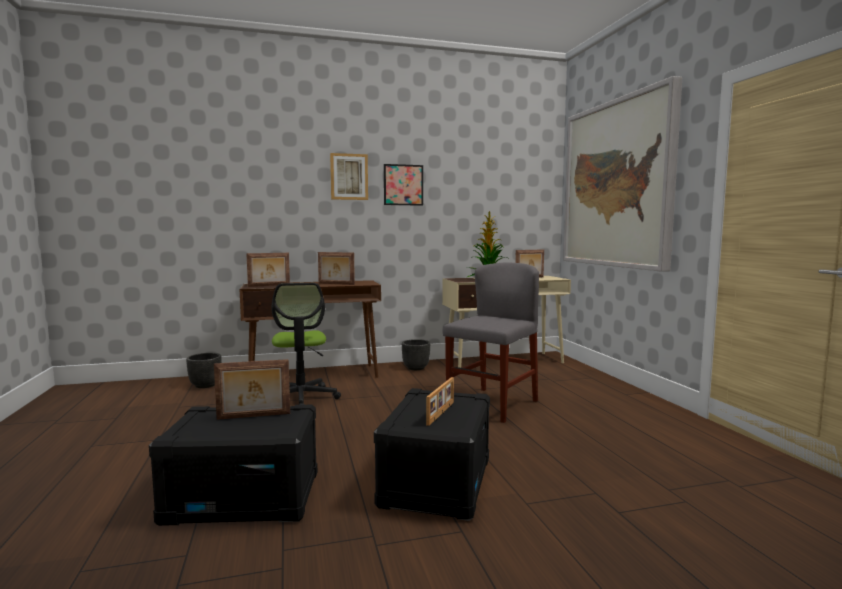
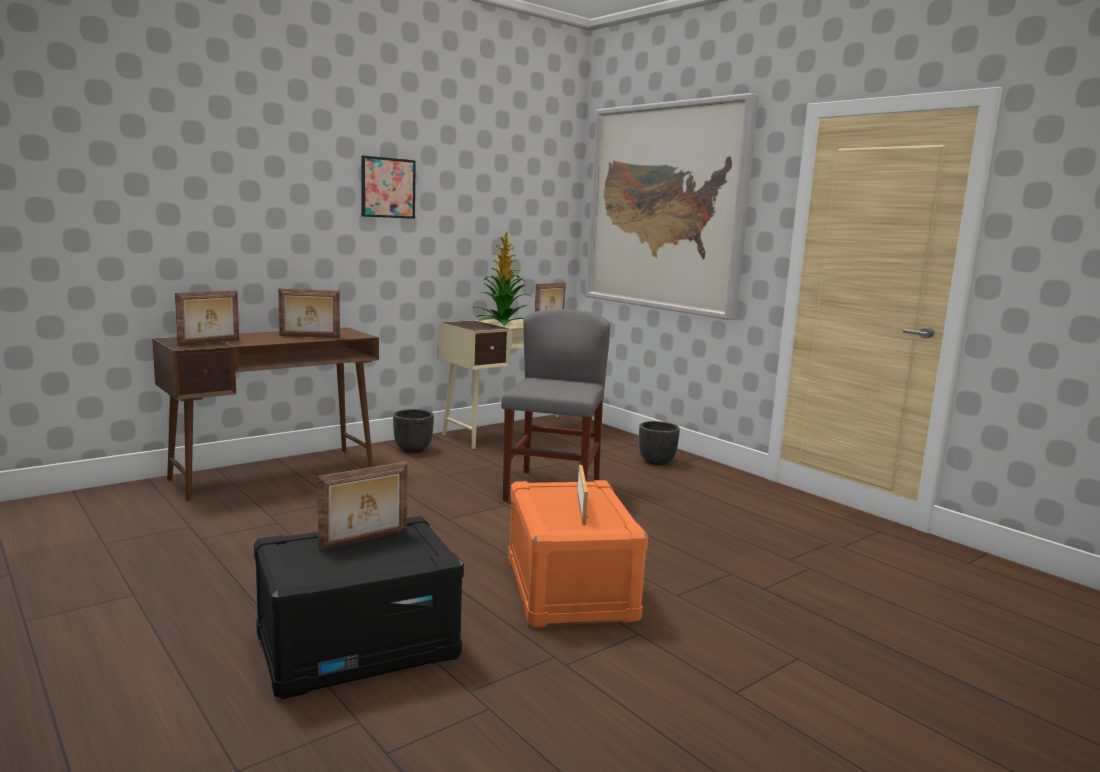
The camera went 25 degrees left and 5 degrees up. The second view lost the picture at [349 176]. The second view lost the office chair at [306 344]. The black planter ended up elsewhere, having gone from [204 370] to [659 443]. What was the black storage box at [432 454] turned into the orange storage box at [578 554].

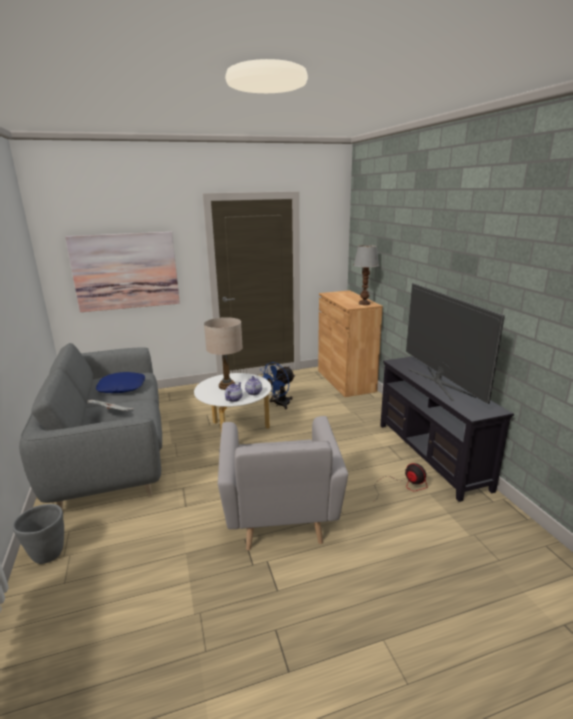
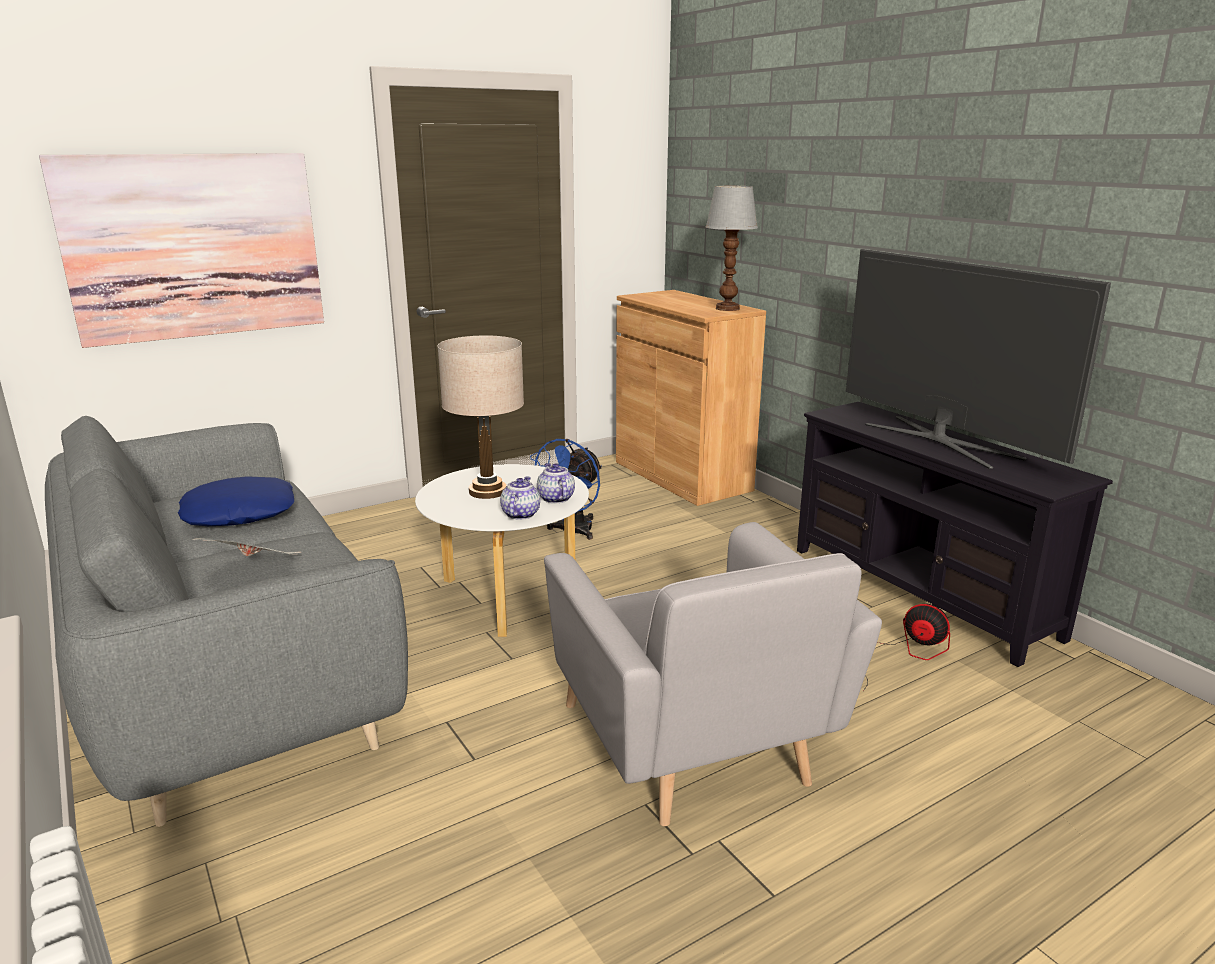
The camera went 15 degrees left and 0 degrees up. The second view lost the grey planter at [38 534].

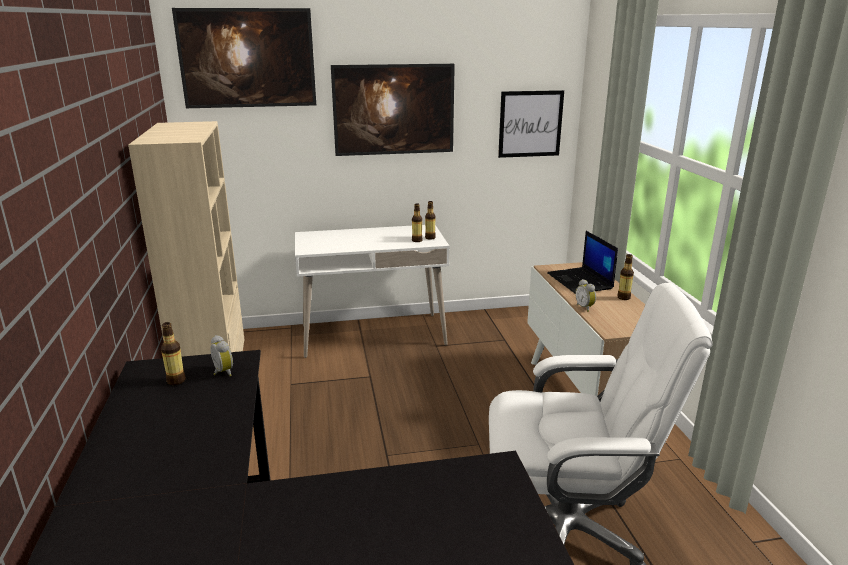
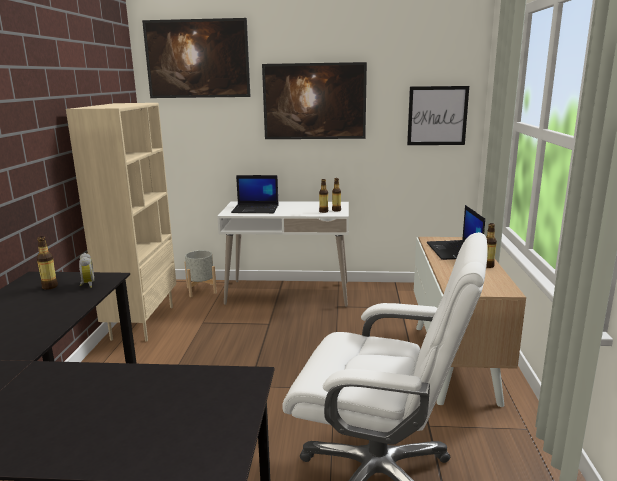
The camera went 15 degrees right and 5 degrees down. The second view lost the alarm clock at [585 295]. The second view gained the laptop at [254 194]. The second view gained the grey planter at [201 273].

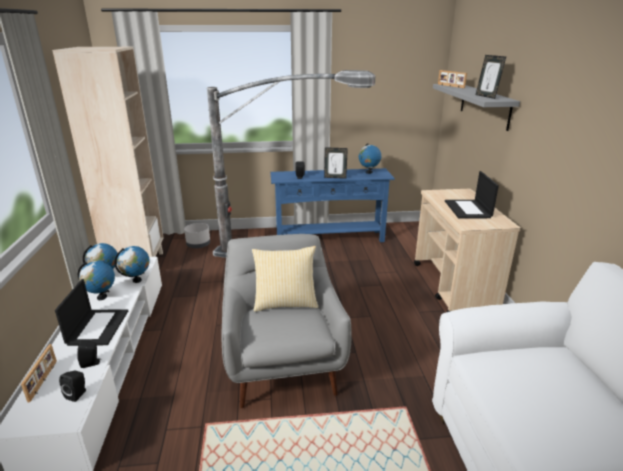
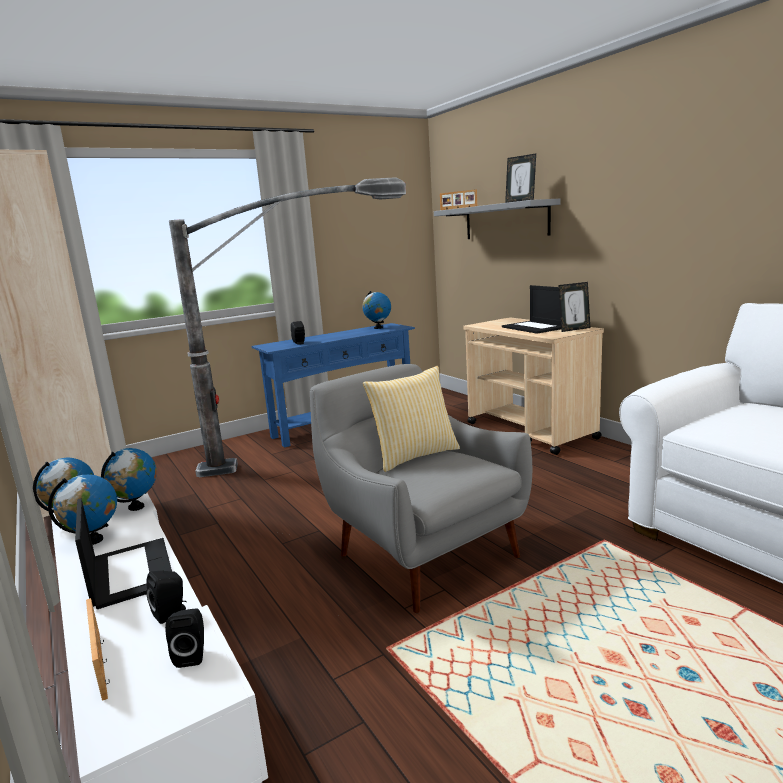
The camera went 25 degrees left and 10 degrees down. The picture frame ended up elsewhere, having gone from [336 163] to [574 307]. The second view lost the grey planter at [197 235].

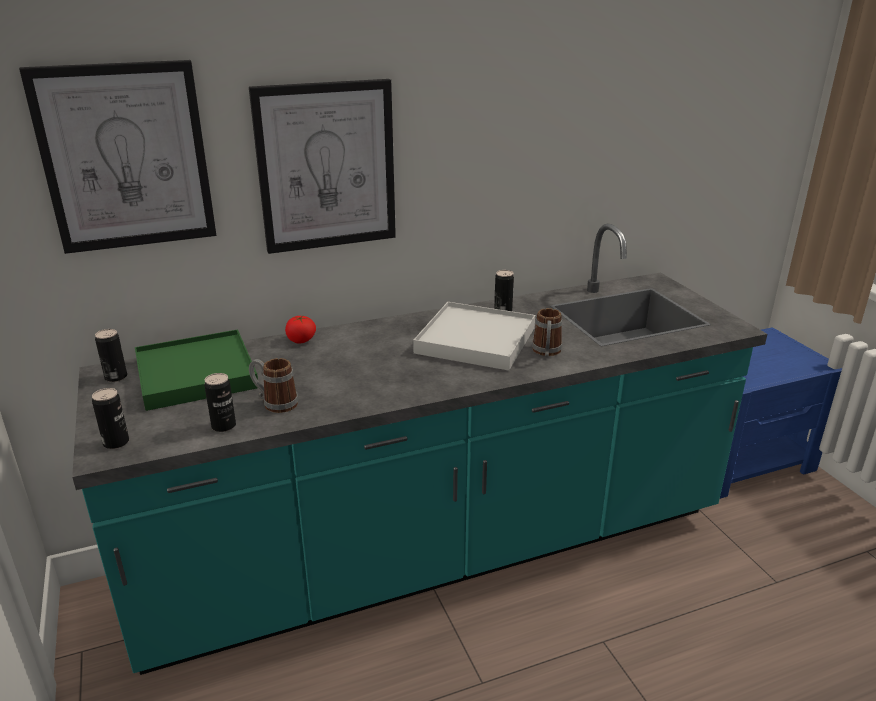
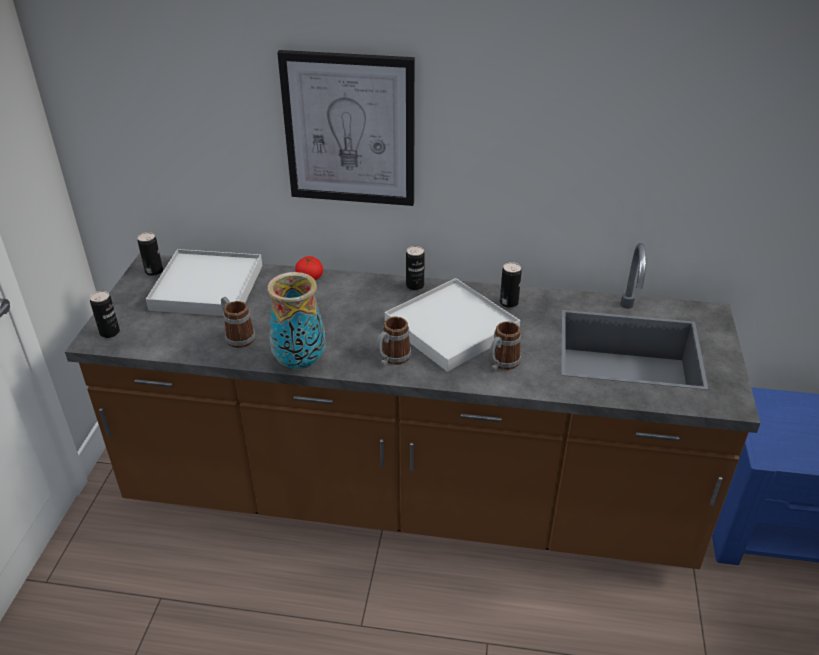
The camera went 30 degrees right and 10 degrees up. The second view lost the picture at [117 157]. What was the turquoise counter at [419 449] turned into the brown counter at [412 406]. What was the green tray at [196 370] turned into the white tray at [204 282]. The can ended up elsewhere, having gone from [220 402] to [415 268]. The second view gained the vase at [296 321]. The second view gained the mug at [394 341].

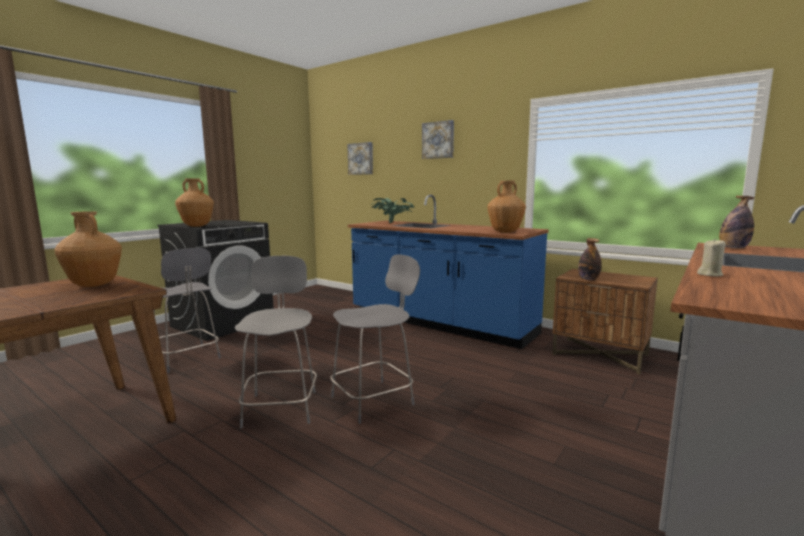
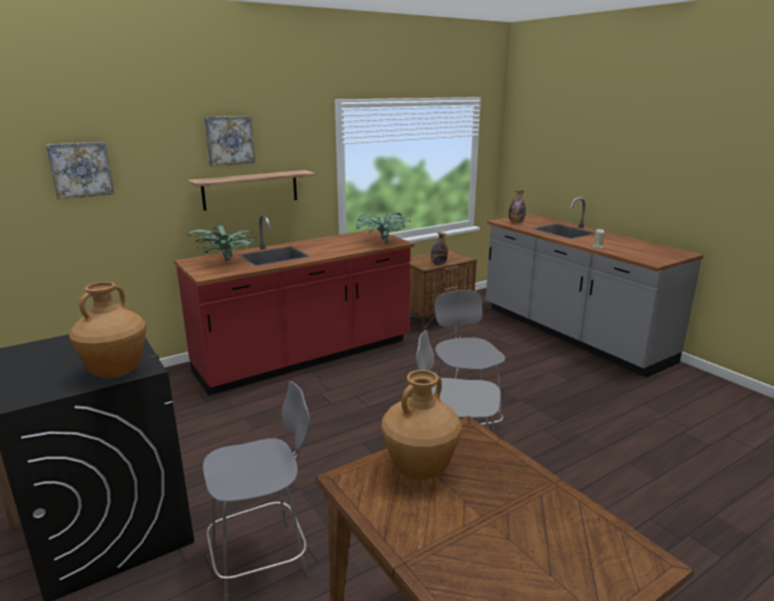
The camera went 70 degrees left and 10 degrees up. Where the brown vase stood at [506 207], the potted plant came to stand at [383 227]. What was the blue counter at [448 272] turned into the red counter at [294 305]. The second view gained the shelf at [252 190].

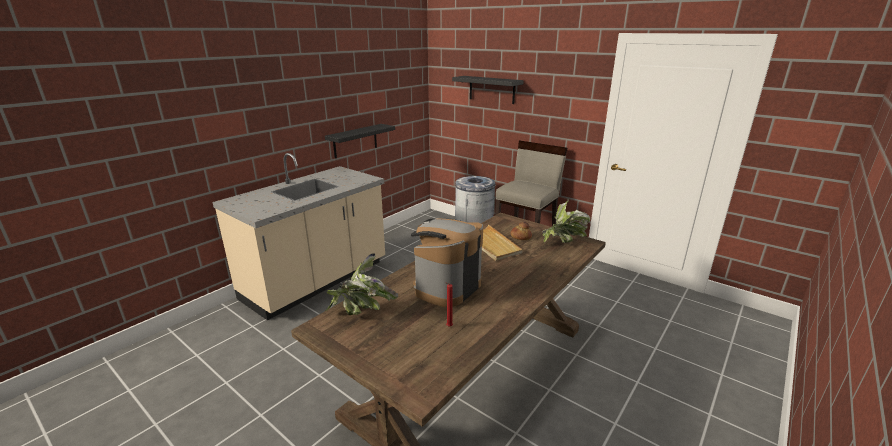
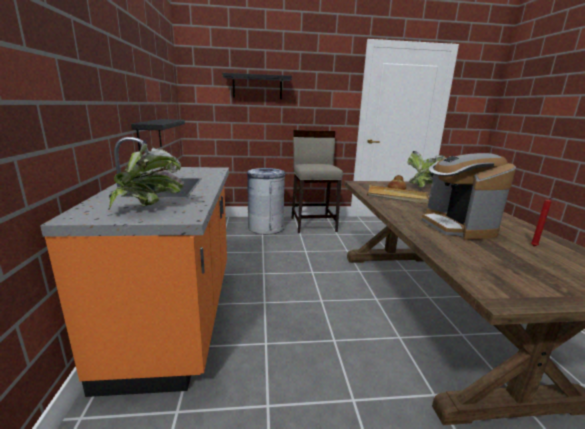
The camera went 45 degrees left and 5 degrees down. What was the beige counter at [299 236] turned into the orange counter at [134 267]. The potted plant ended up elsewhere, having gone from [361 284] to [146 175].

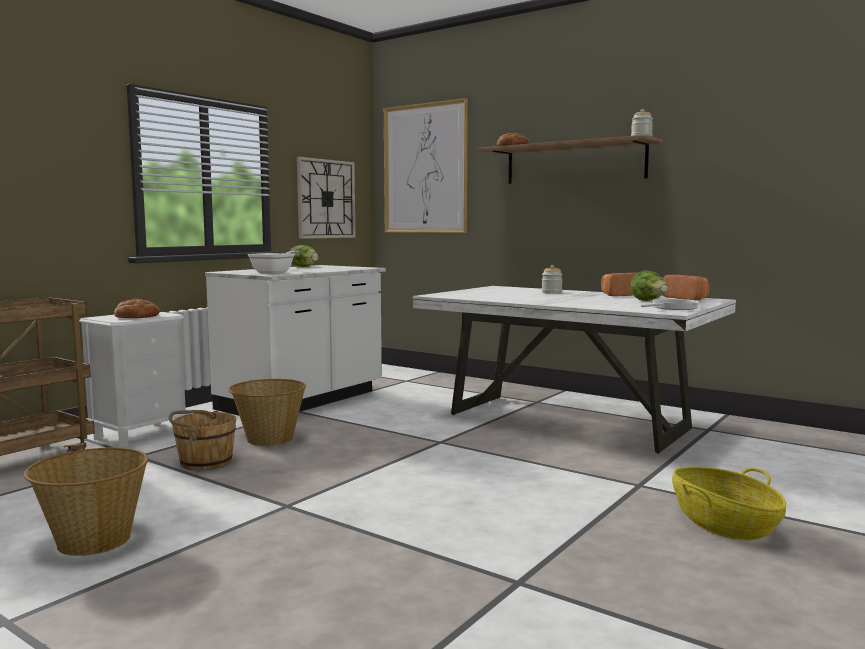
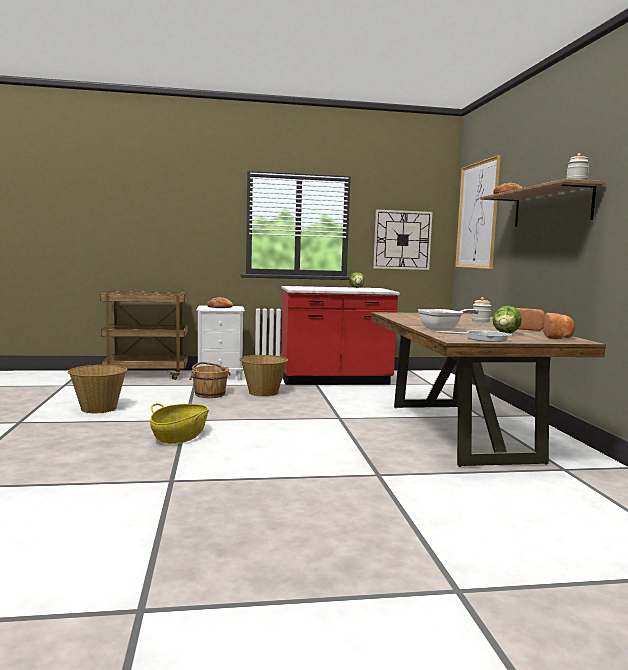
The camera went 45 degrees right and 0 degrees up. The frying pan ended up elsewhere, having gone from [274 262] to [448 320]. What was the white counter at [295 340] turned into the red counter at [340 335]. What was the white dining table at [574 370] turned into the brown dining table at [488 389]. The basket ended up elsewhere, having gone from [729 504] to [179 423].

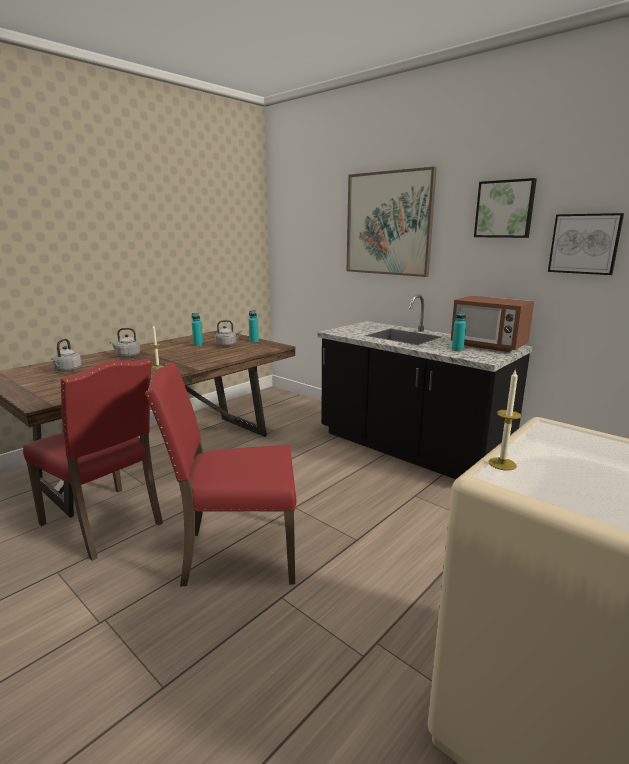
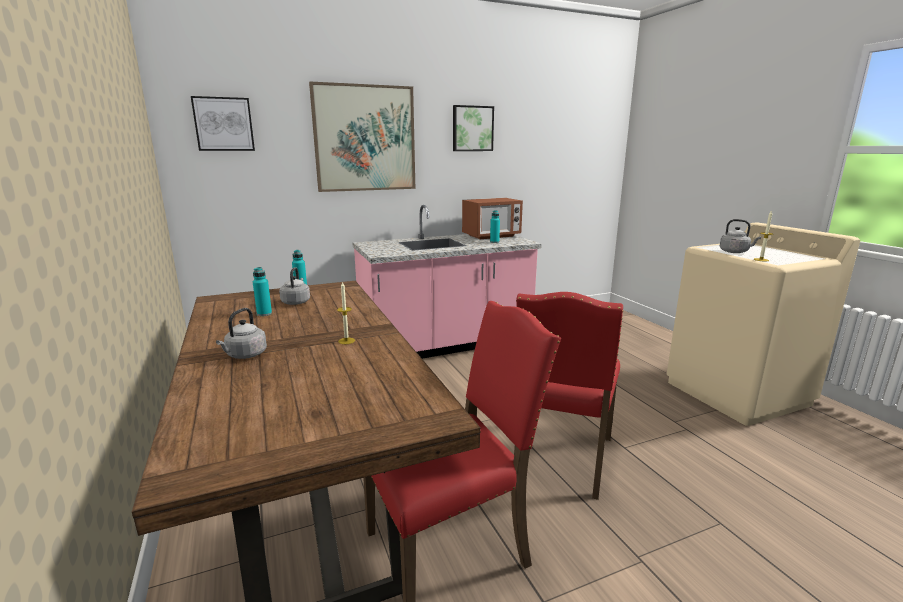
The camera went 65 degrees left and 0 degrees up. The picture ended up elsewhere, having gone from [586 244] to [223 123]. What was the black counter at [425 386] turned into the pink counter at [447 282]. The grey kettle ended up elsewhere, having gone from [66 355] to [740 236].

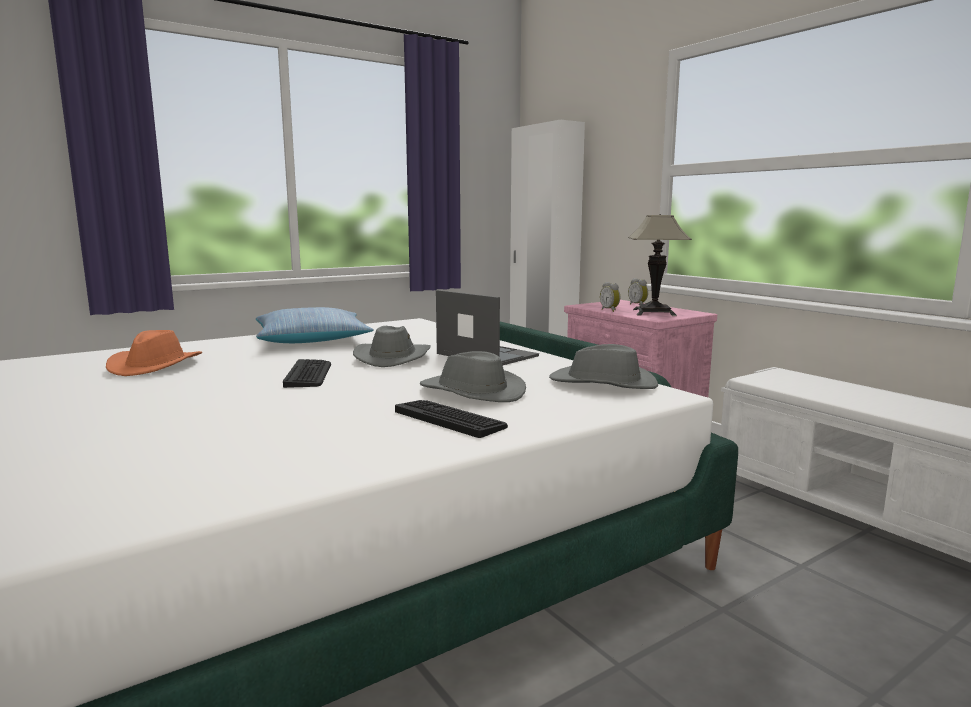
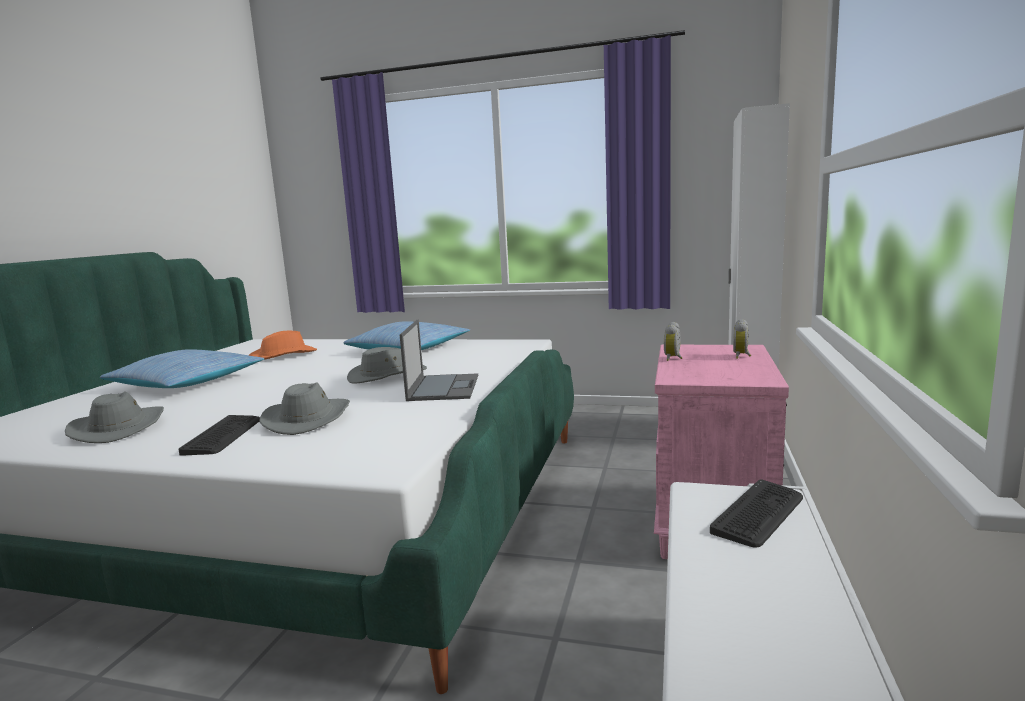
The camera went 50 degrees right and 0 degrees up. The second view lost the table lamp at [660 265]. The grey hat ended up elsewhere, having gone from [603 366] to [114 417]. The keyboard ended up elsewhere, having gone from [307 373] to [756 513]. The second view gained the pillow at [182 368].

